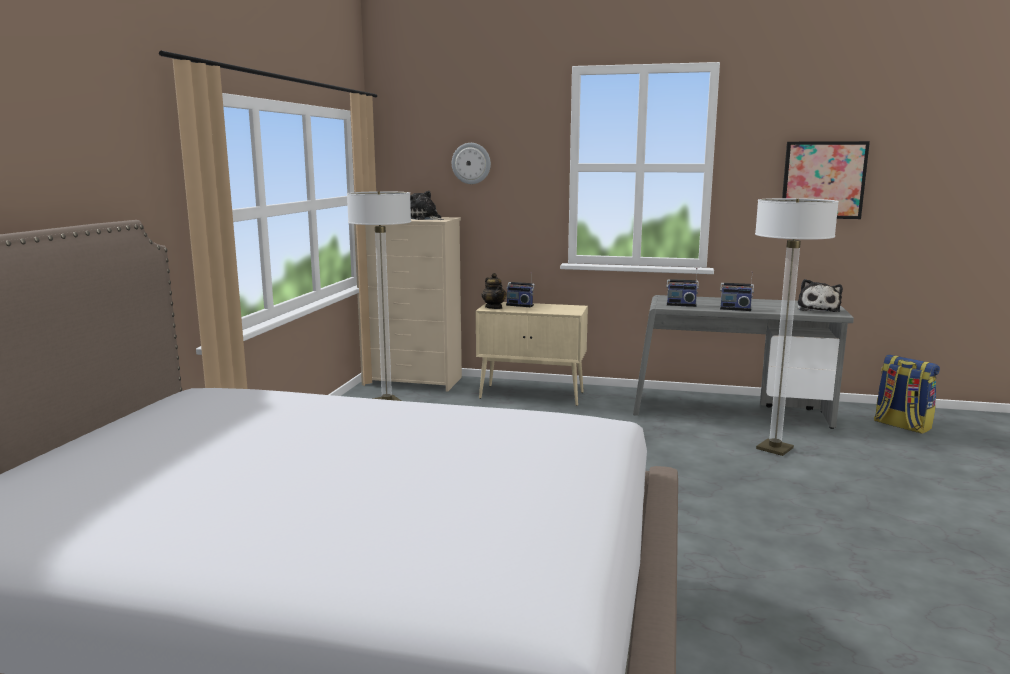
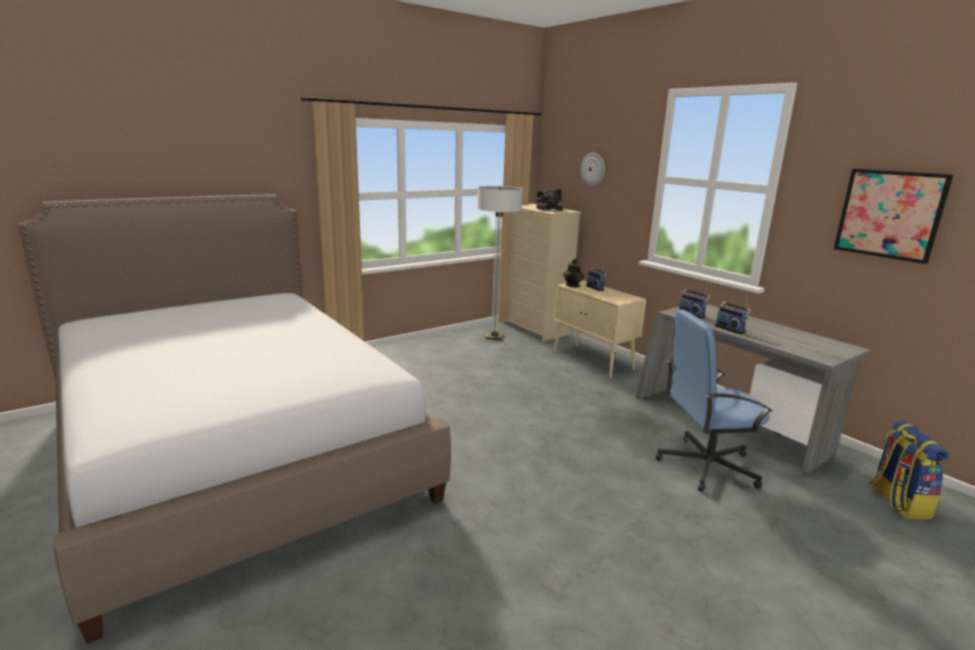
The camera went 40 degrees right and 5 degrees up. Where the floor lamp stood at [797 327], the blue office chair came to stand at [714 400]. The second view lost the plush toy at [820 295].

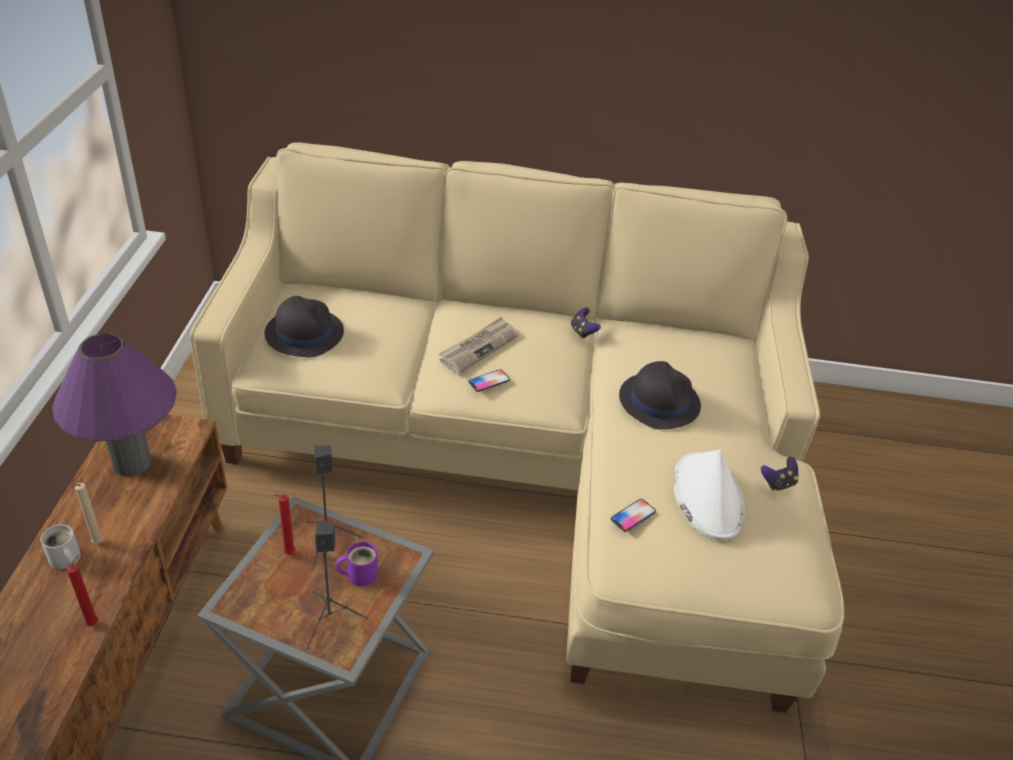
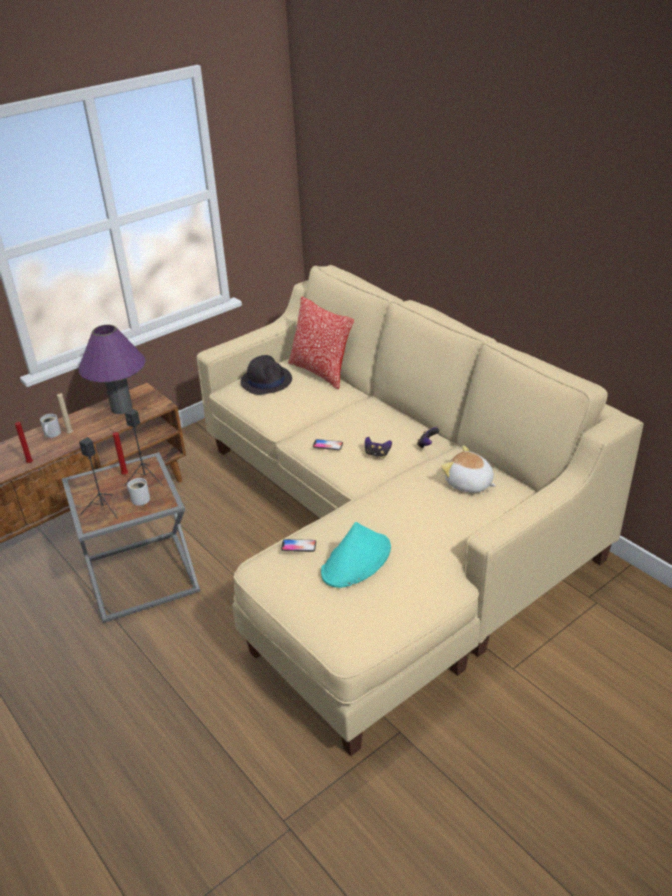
The camera went 50 degrees right and 5 degrees down. The second view lost the newspaper at [479 345]. The second view lost the black hat at [660 395]. What was the white hat at [709 494] turned into the turquoise hat at [356 555]. The game controller ended up elsewhere, having gone from [779 474] to [378 447]. What was the purple mug at [357 564] turned into the white mug at [138 492]. The second view gained the pillow at [321 343]. The second view gained the plush toy at [468 469].

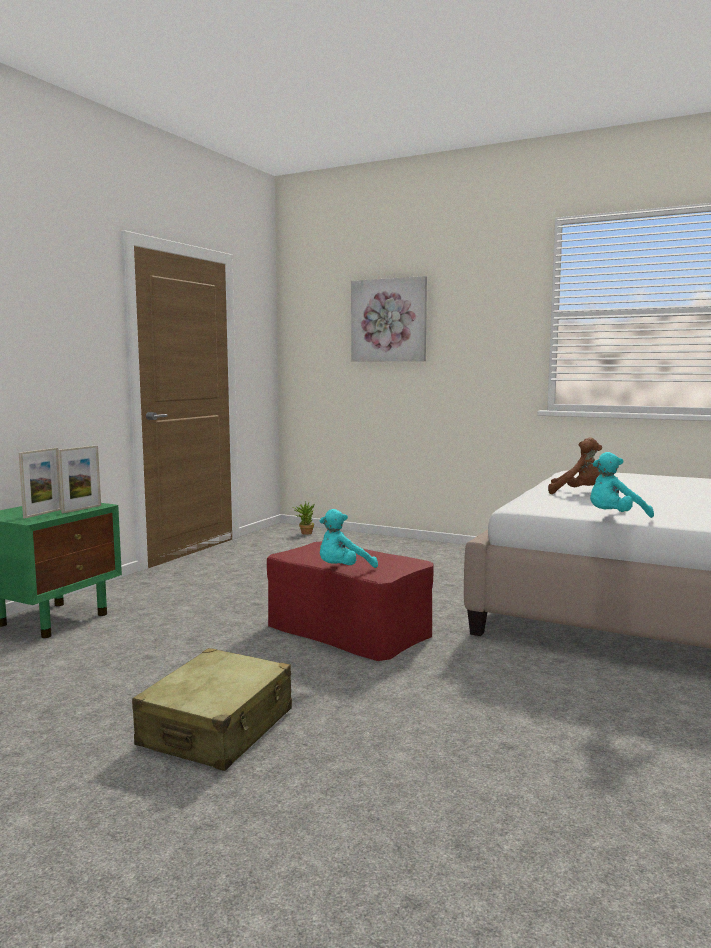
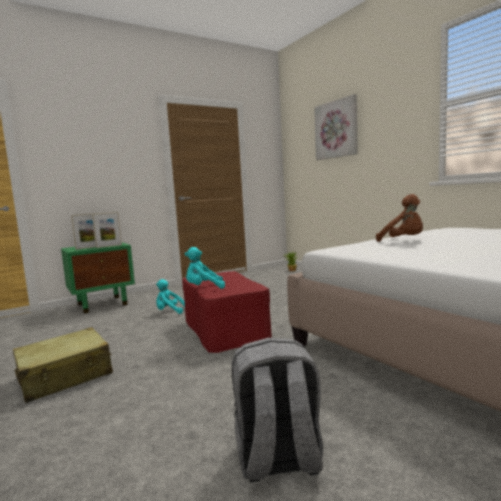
The camera went 30 degrees right and 0 degrees up. The turquoise plush toy ended up elsewhere, having gone from [622 485] to [170 296]. The second view gained the grey backpack at [277 410].

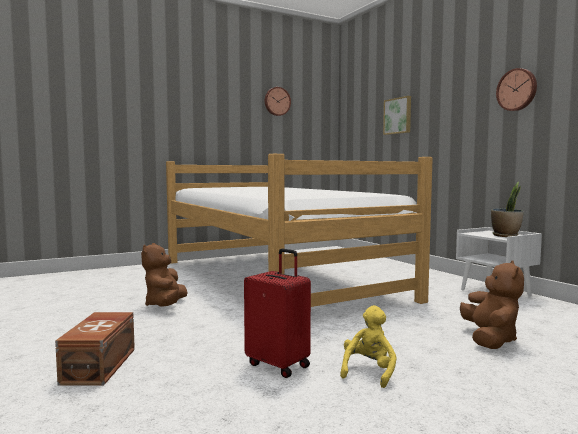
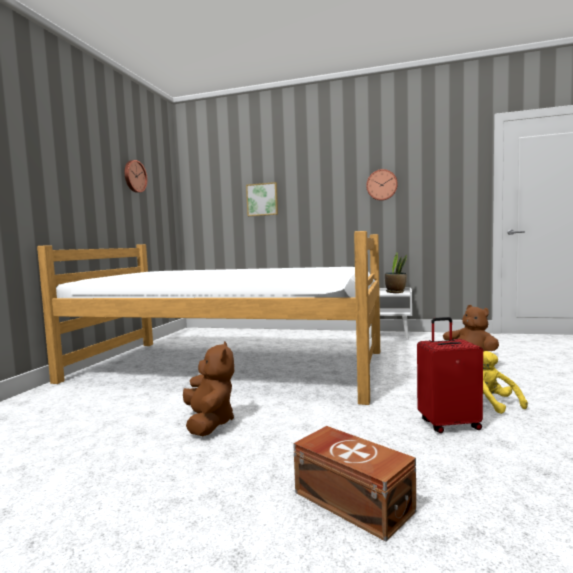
The camera went 45 degrees left and 0 degrees up. The brown plush toy at [164 275] ended up facing another way, 150 degrees counterclockwise from before.

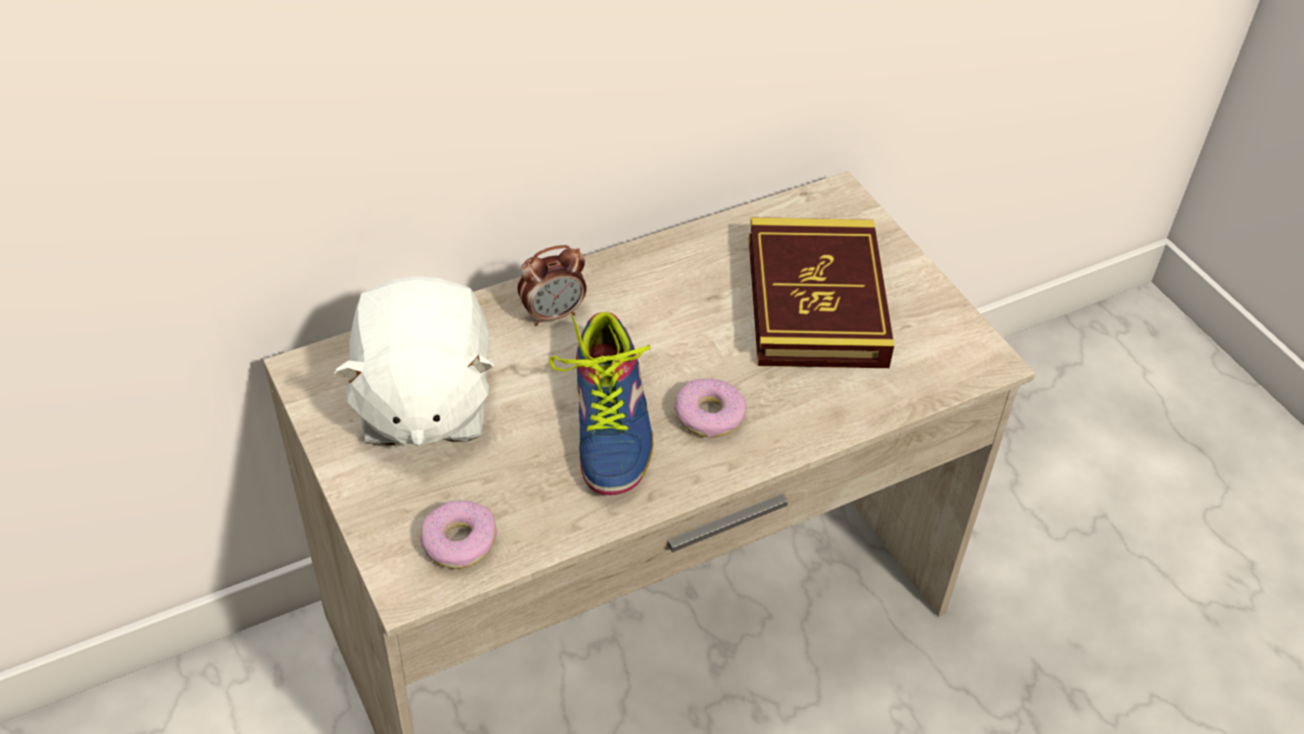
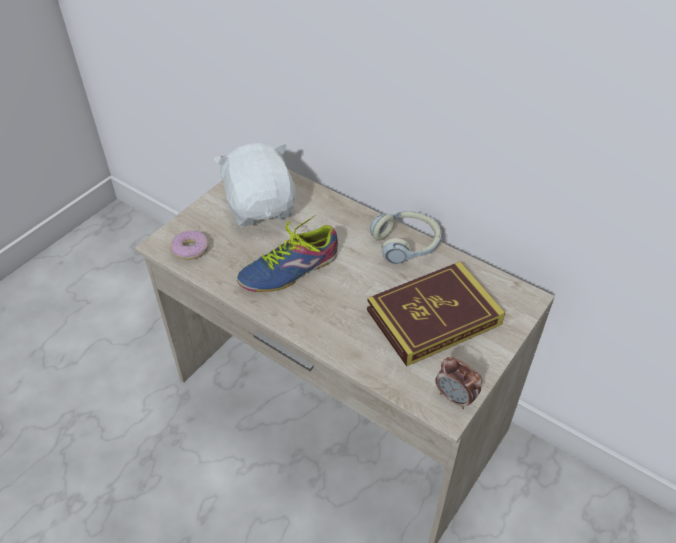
The camera went 65 degrees right and 0 degrees up. The alarm clock ended up elsewhere, having gone from [552 285] to [458 383]. The white plush toy at [414 361] ended up facing another way, 105 degrees clockwise from before. The second view lost the donut at [710 408]. The second view gained the headphones at [406 237].

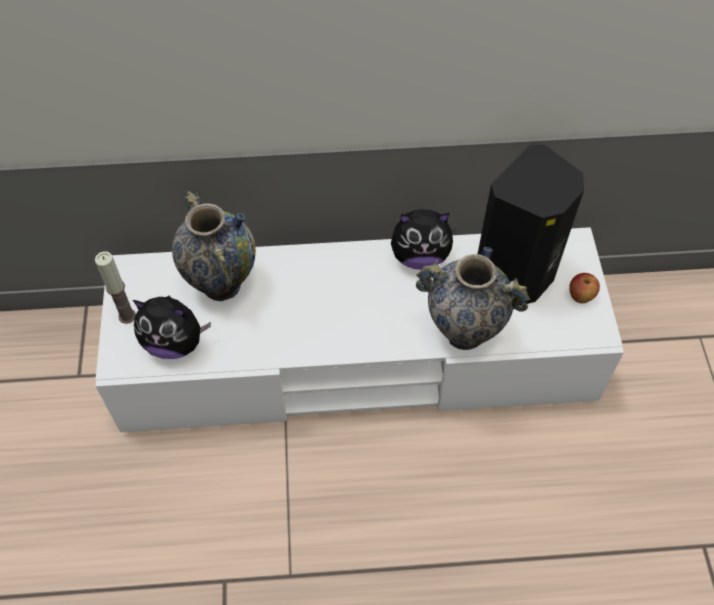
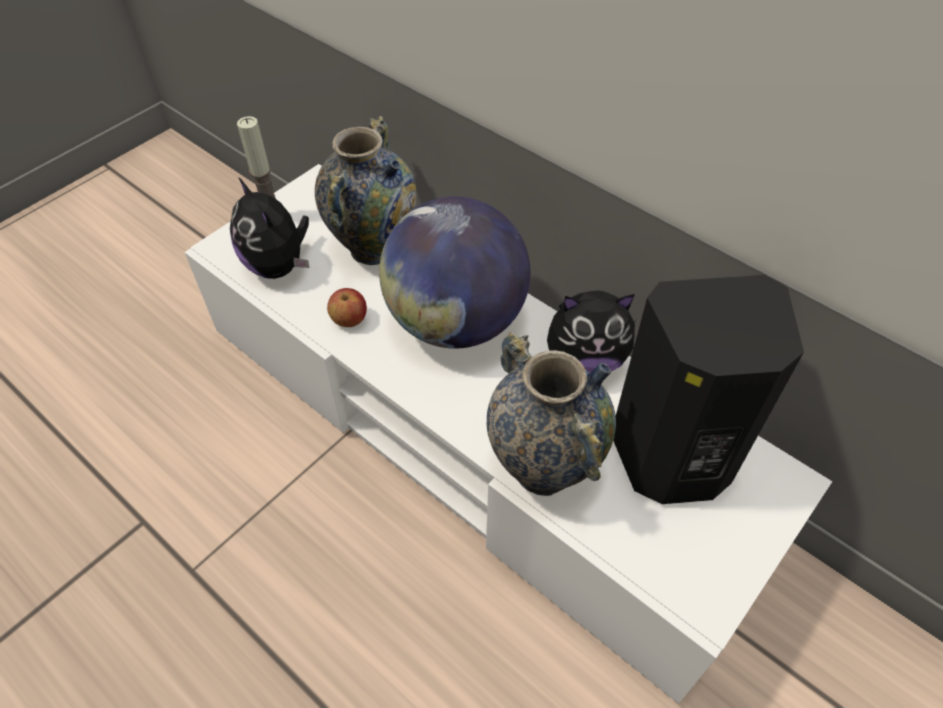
The camera went 45 degrees right and 5 degrees down. The plush toy at [423 239] ended up facing another way, 45 degrees counterclockwise from before. The apple ended up elsewhere, having gone from [584 288] to [347 307]. The second view gained the globe at [454 273].

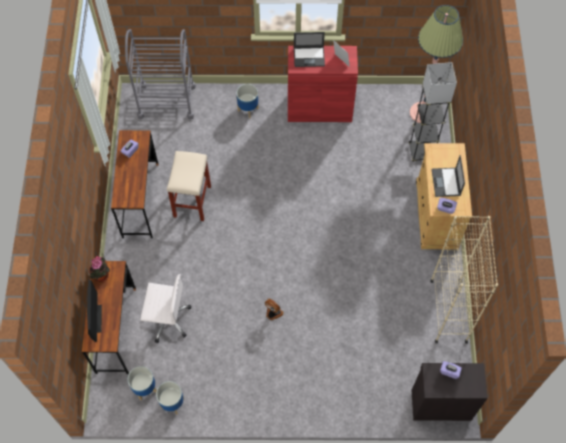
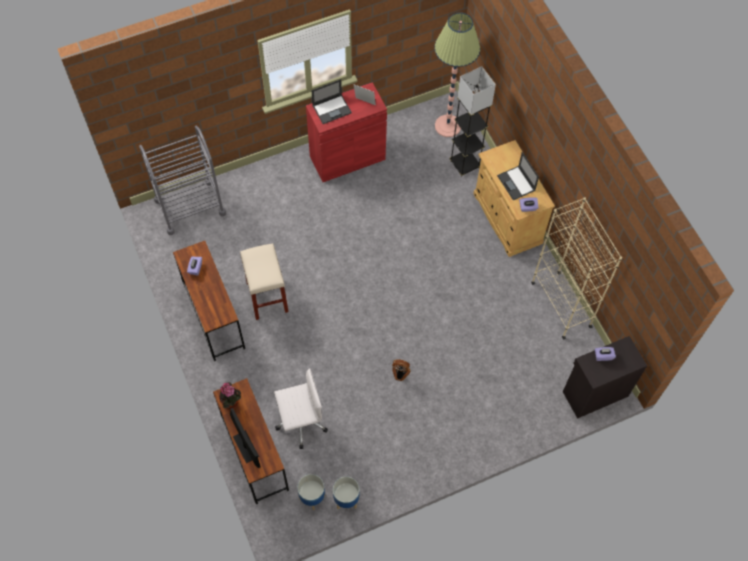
The camera went 25 degrees left and 0 degrees up. The second view lost the planter at [247 101].

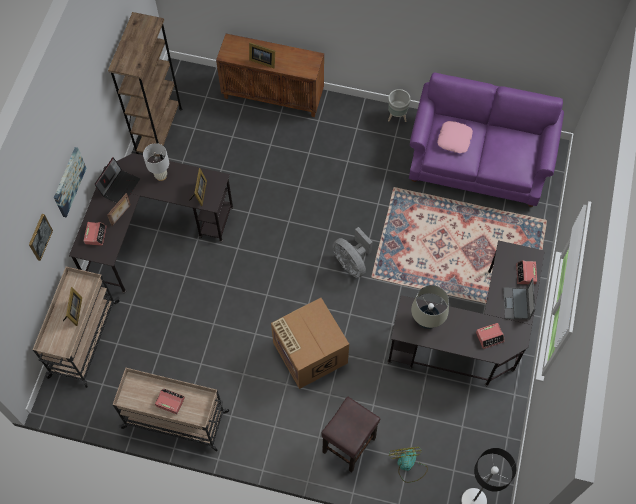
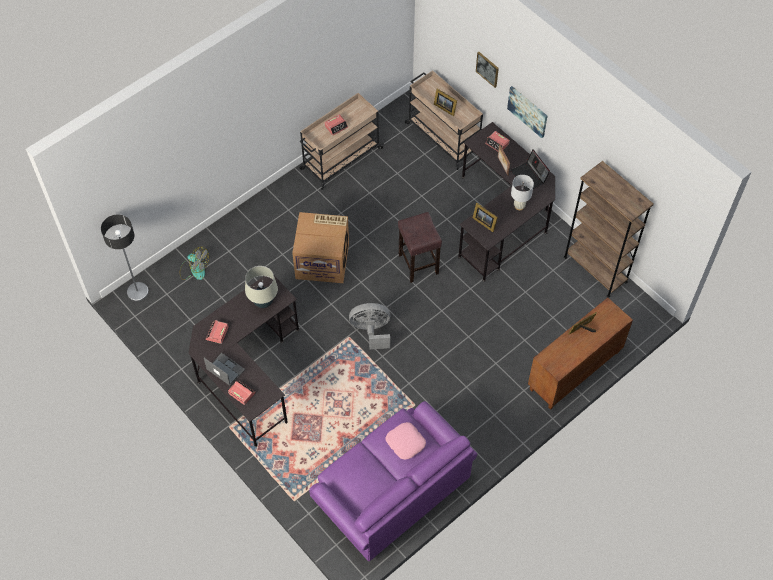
The camera went 125 degrees right and 5 degrees down. The second view lost the grey planter at [399 105]. The brown stool ended up elsewhere, having gone from [350 434] to [420 247].

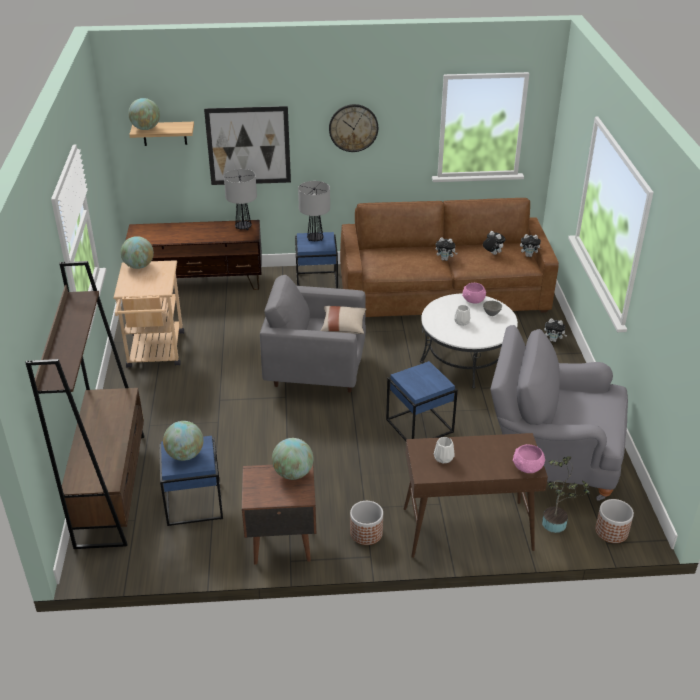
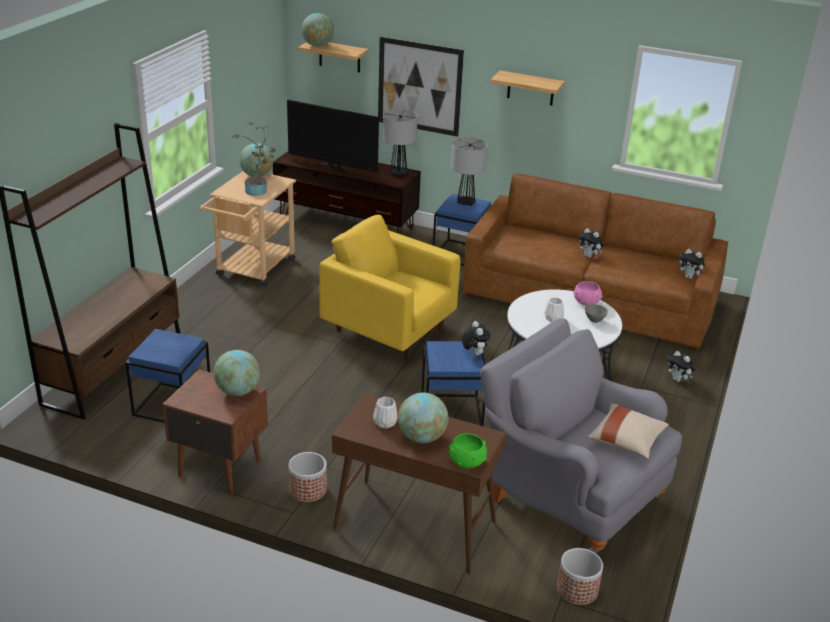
The camera went 25 degrees right and 5 degrees down. Where the wall clock hung at [353 128], the shelf came to hang at [527 88]. The plush toy ended up elsewhere, having gone from [494 243] to [476 338]. What was the grey armchair at [313 333] turned into the yellow armchair at [390 287]. The beige pillow ended up elsewhere, having gone from [343 320] to [628 431]. The globe ended up elsewhere, having gone from [183 441] to [423 418]. What was the pink bowl at [528 458] turned into the green bowl at [468 450]. The potted plant ended up elsewhere, having gone from [566 494] to [253 159]. The second view gained the television at [333 135].

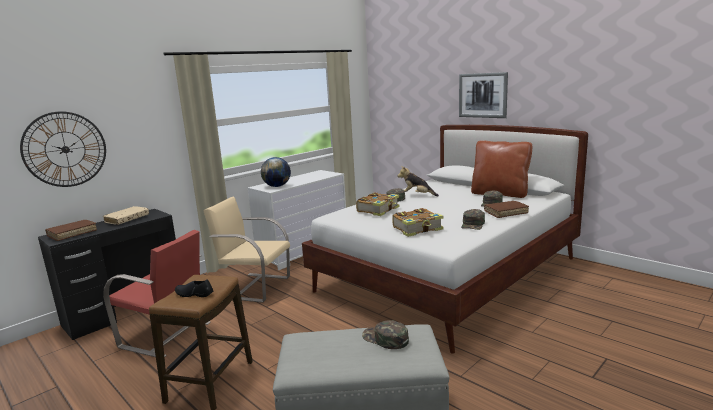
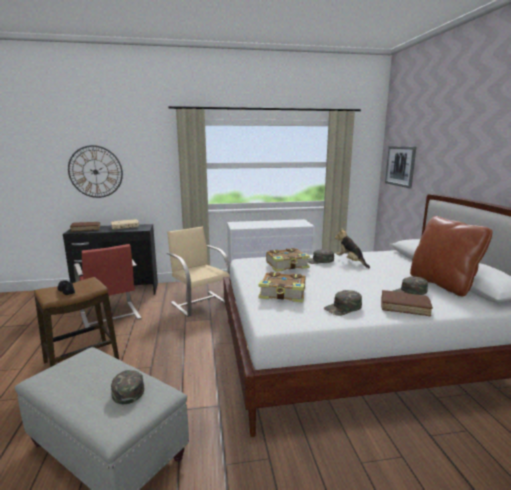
The camera went 35 degrees right and 0 degrees up. The picture ended up elsewhere, having gone from [483 95] to [400 167]. The second view lost the globe at [276 172].

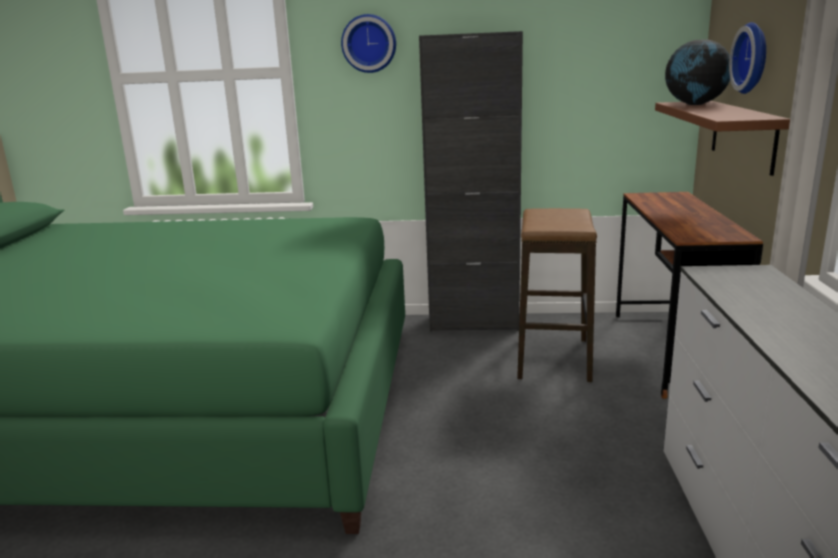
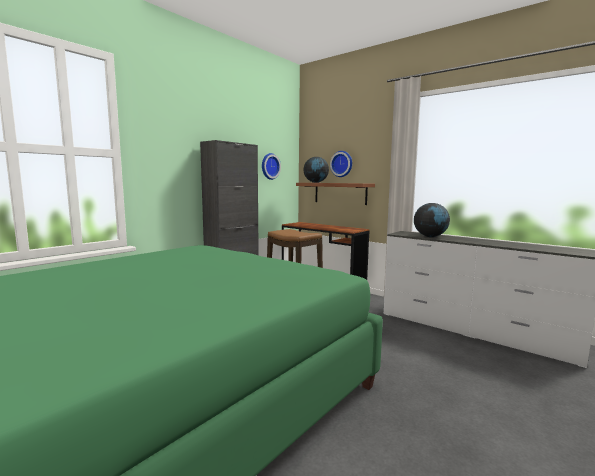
The camera went 55 degrees left and 10 degrees down. The wall clock ended up elsewhere, having gone from [368 43] to [271 166]. The second view gained the globe at [432 220].

